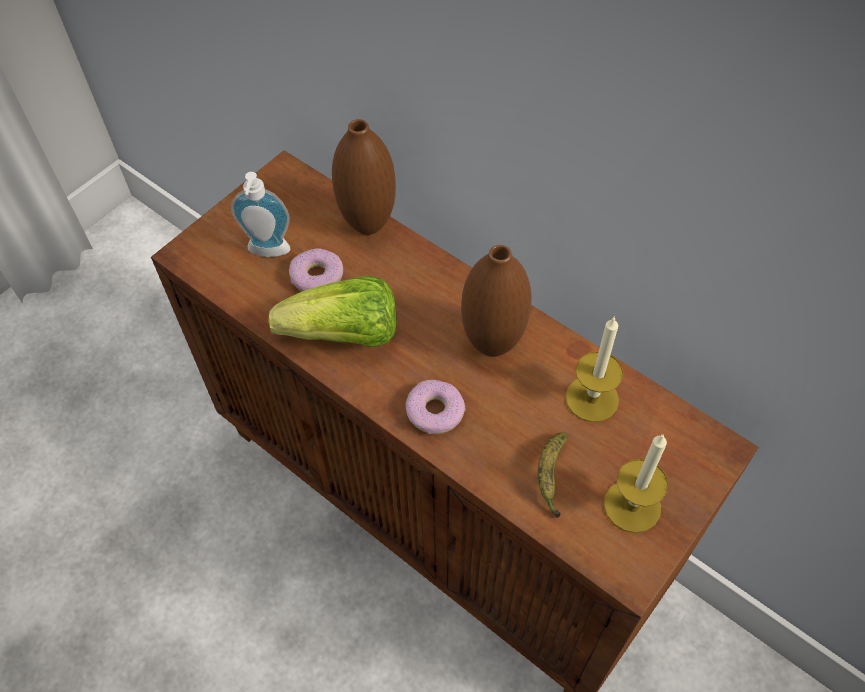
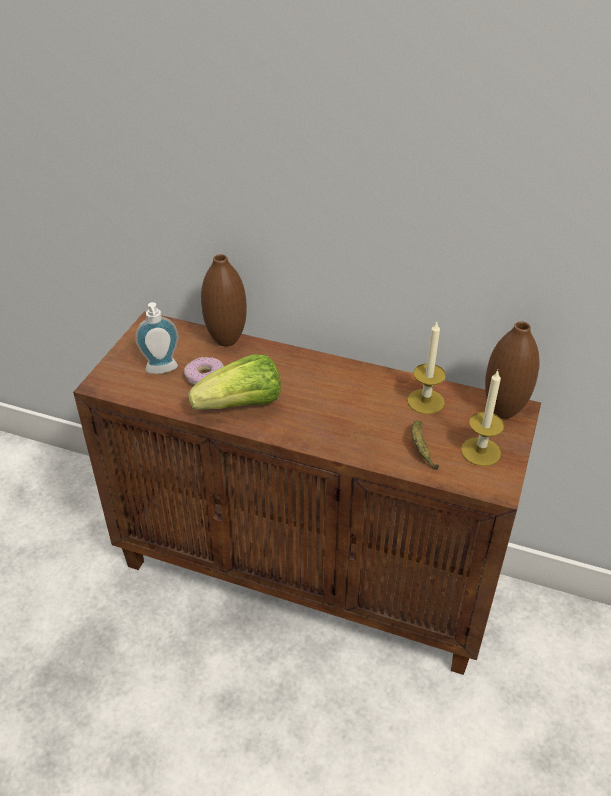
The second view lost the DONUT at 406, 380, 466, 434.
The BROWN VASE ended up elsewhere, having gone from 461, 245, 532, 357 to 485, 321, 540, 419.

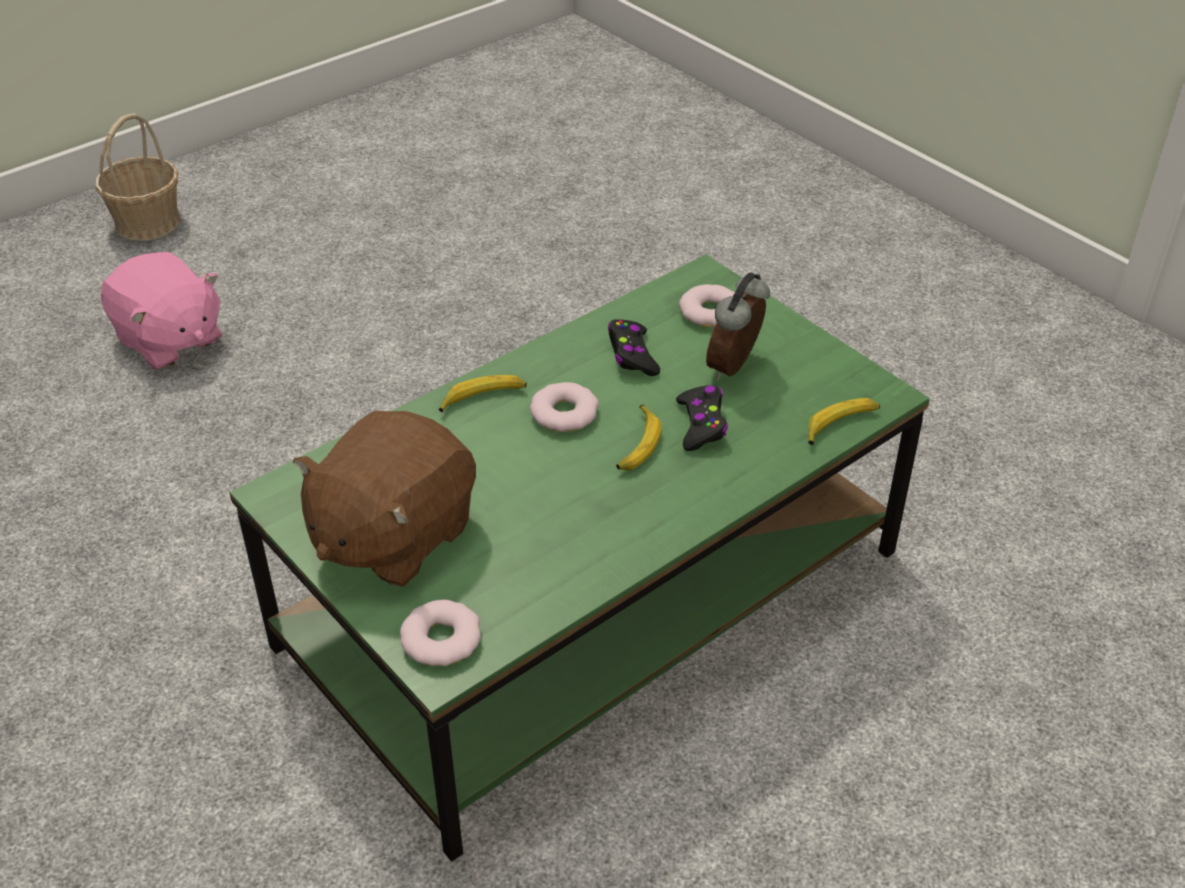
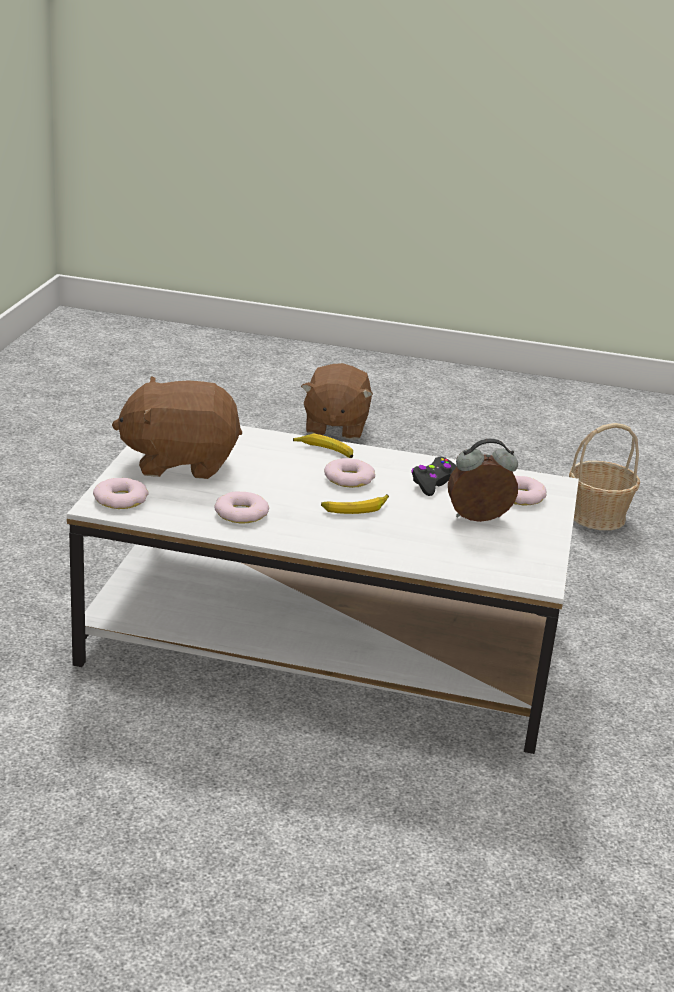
The BASKET ended up elsewhere, having gone from 95, 113, 180, 241 to 569, 423, 640, 530.
What was the PINK PLUSH TOY at 101, 252, 222, 370 turned into the BROWN PLUSH TOY at 301, 363, 373, 440.
What was the GREEN COFFEE TABLE at 230, 254, 930, 862 turned into the WHITE COFFEE TABLE at 67, 425, 579, 754.
The second view lost the BLACK GAME CONTROLLER at 676, 385, 728, 451.
The second view lost the BANANA at 808, 398, 880, 445.
The second view gained the DONUT at 214, 491, 269, 523.

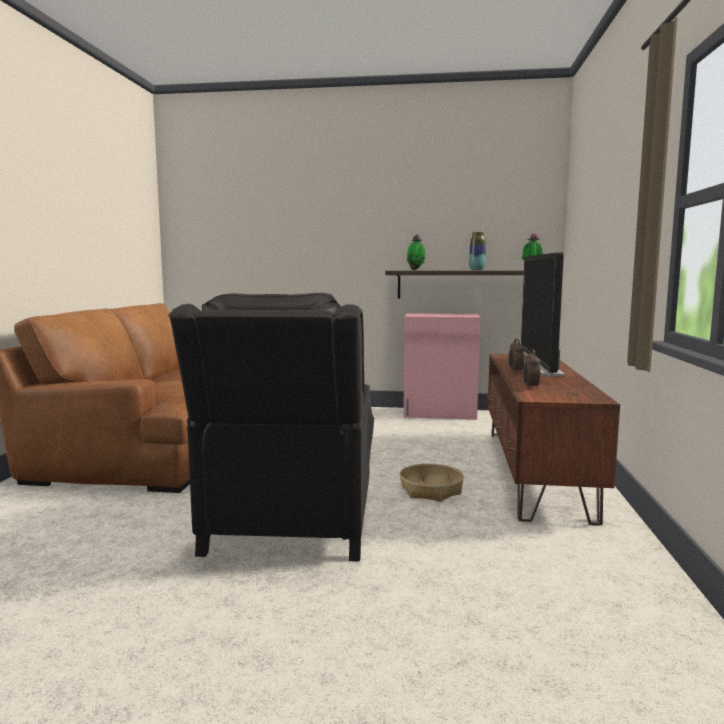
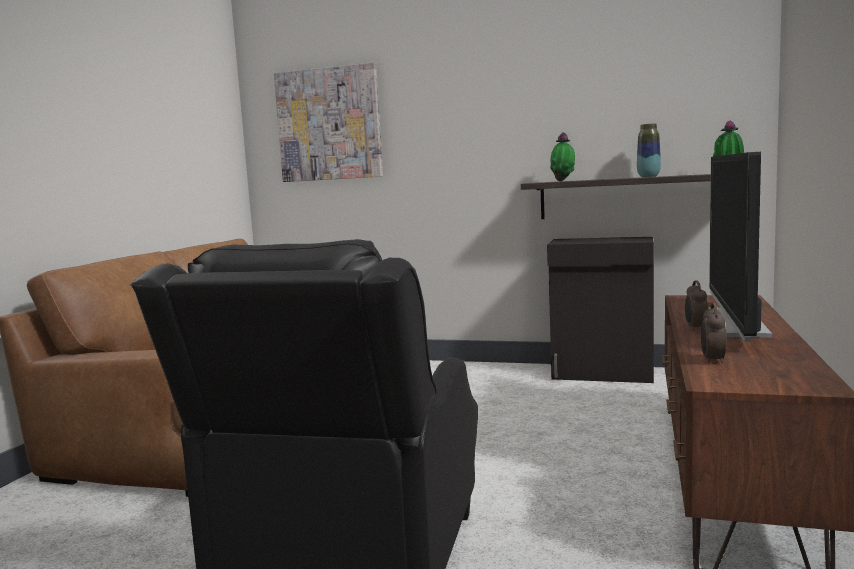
The second view lost the BASKET at 400, 464, 464, 502.
What was the PINK CABINET at 404, 313, 481, 420 turned into the BLACK CABINET at 547, 237, 654, 383.
The second view gained the PICTURE at 274, 62, 383, 182.

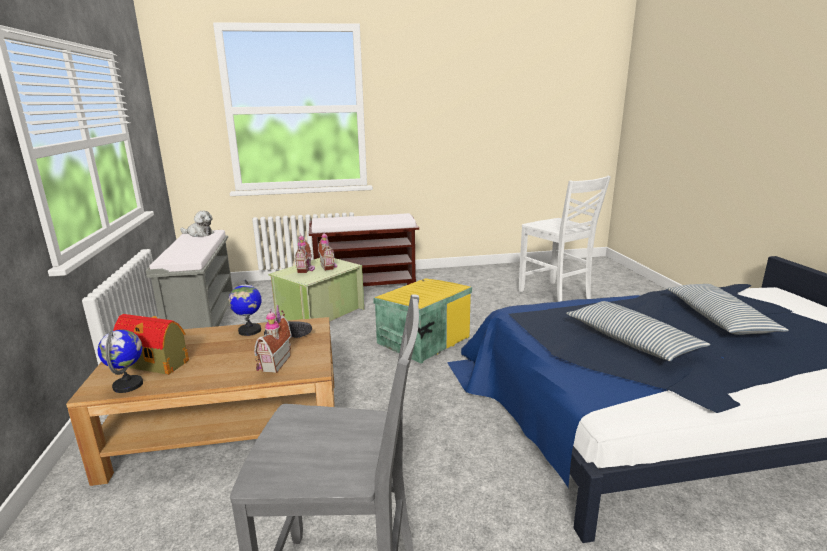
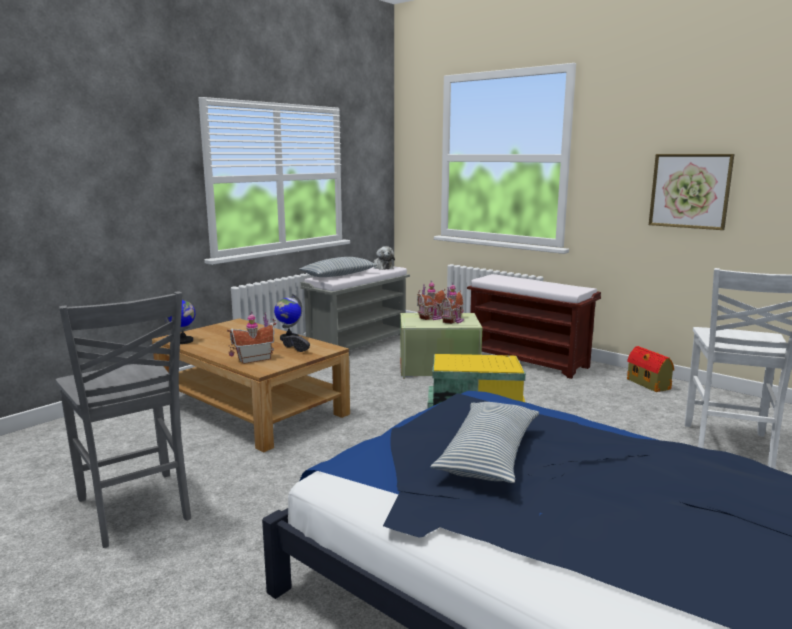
The TOY HOUSE ended up elsewhere, having gone from 113, 314, 189, 375 to 627, 346, 674, 392.
The PILLOW ended up elsewhere, having gone from 667, 284, 789, 335 to 299, 257, 377, 277.
The second view gained the PICTURE at 649, 154, 734, 230.

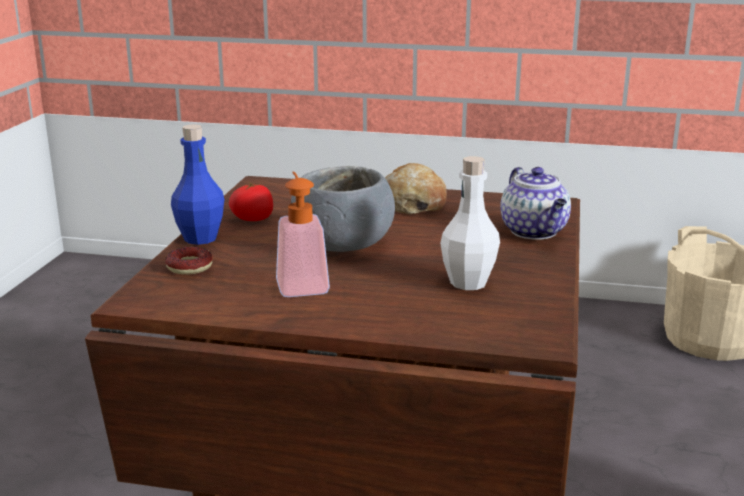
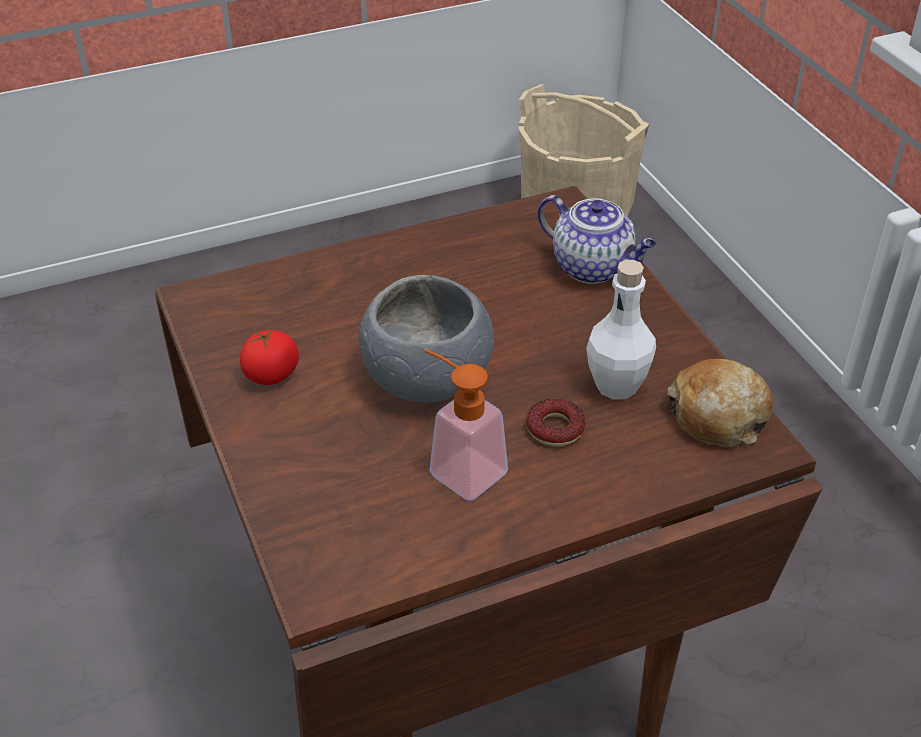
The DONUT ended up elsewhere, having gone from 165, 247, 213, 275 to 526, 399, 586, 446.
The second view lost the BLUE BOTTLE at 171, 124, 225, 245.
The BREAD ended up elsewhere, having gone from 385, 163, 447, 215 to 667, 359, 773, 447.

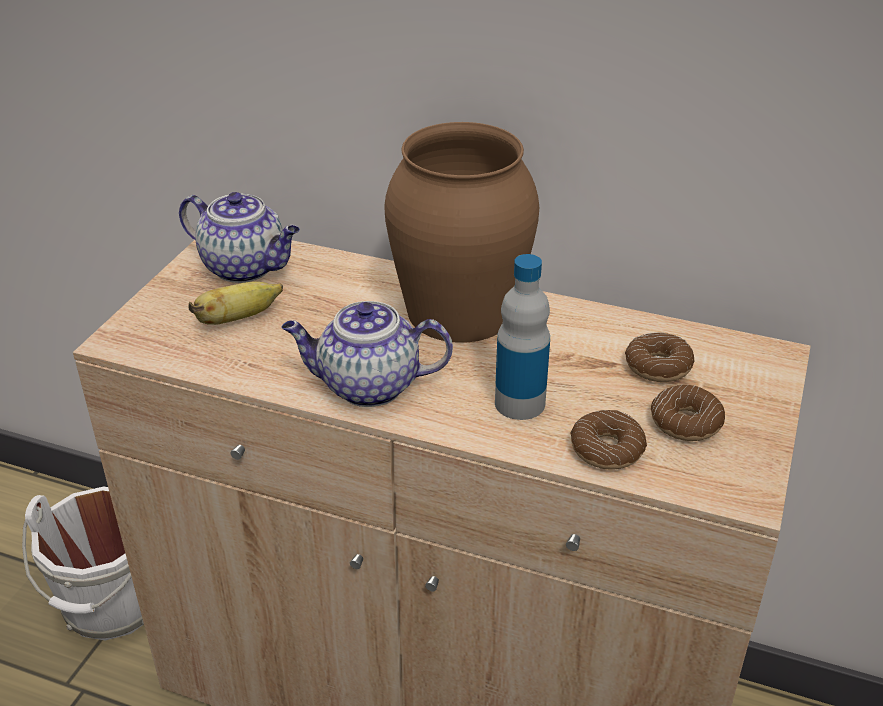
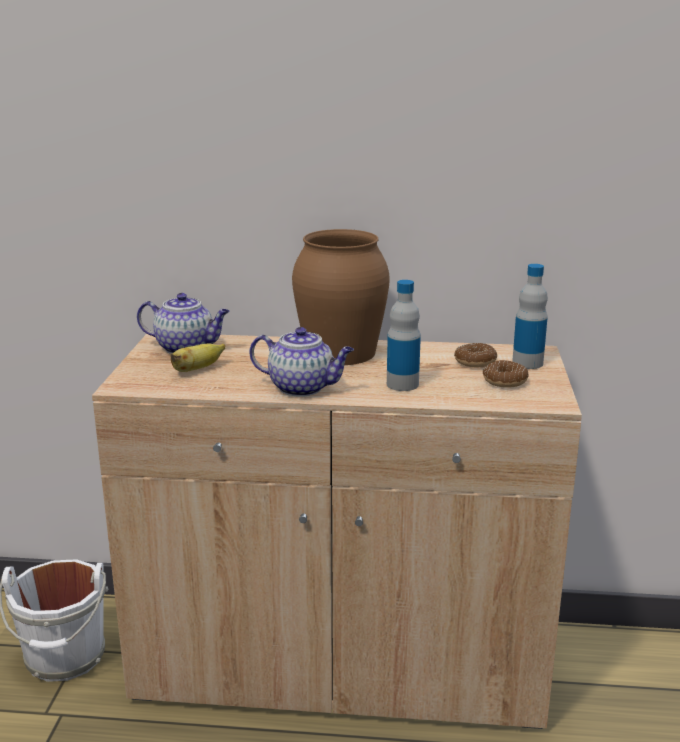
The TEAPOT at 282, 301, 453, 407 ended up facing another way, 150 degrees counterclockwise from before.
The second view lost the DONUT at 571, 410, 647, 469.
The second view gained the BOTTLE at 512, 264, 548, 369.

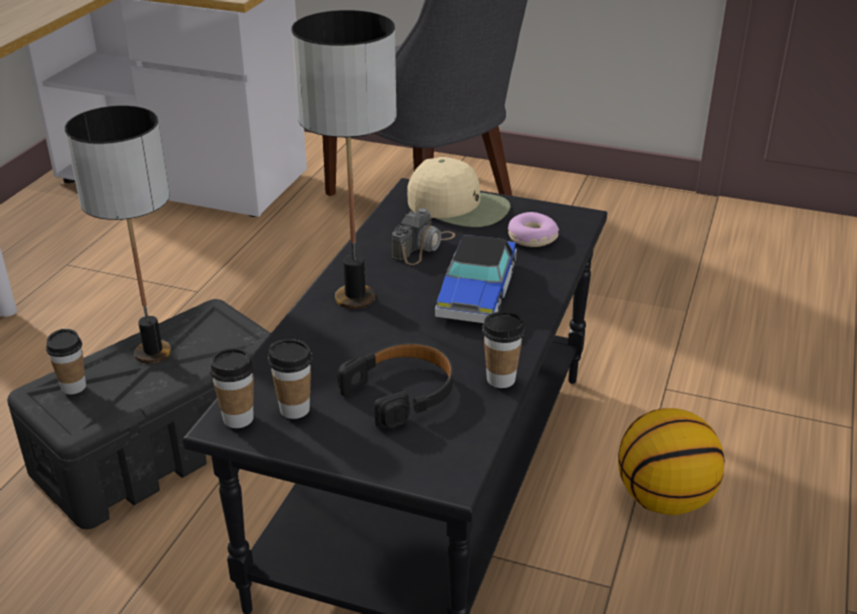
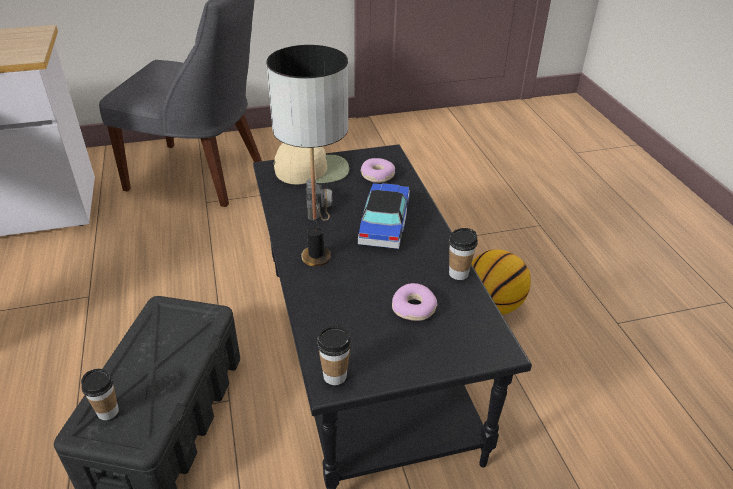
The second view lost the TABLE LAMP at 65, 105, 171, 363.
The second view lost the CUP at 268, 339, 312, 419.
Where the BLACK HEADPHONES stood at 337, 343, 453, 428, the DONUT came to stand at 392, 283, 437, 321.
The TOY CAR at 435, 235, 517, 323 ended up facing another way, 150 degrees counterclockwise from before.

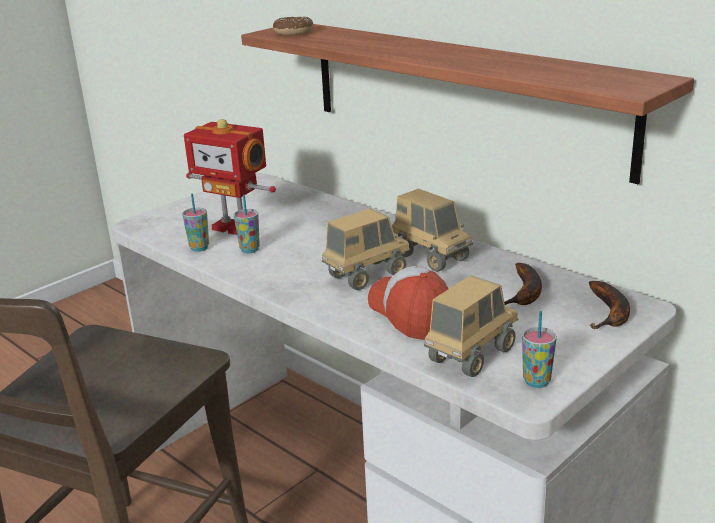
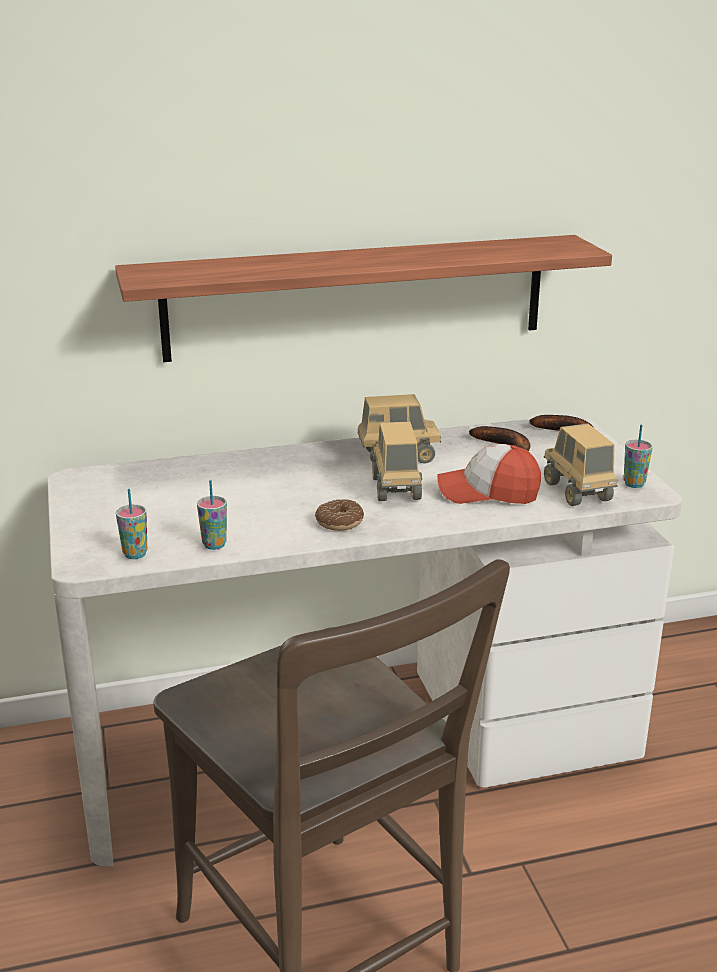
The second view lost the TOY ROBOT at 184, 119, 276, 235.
The CUP ended up elsewhere, having gone from 234, 195, 260, 253 to 116, 489, 147, 559.
The DONUT ended up elsewhere, having gone from 273, 16, 313, 36 to 315, 499, 364, 531.

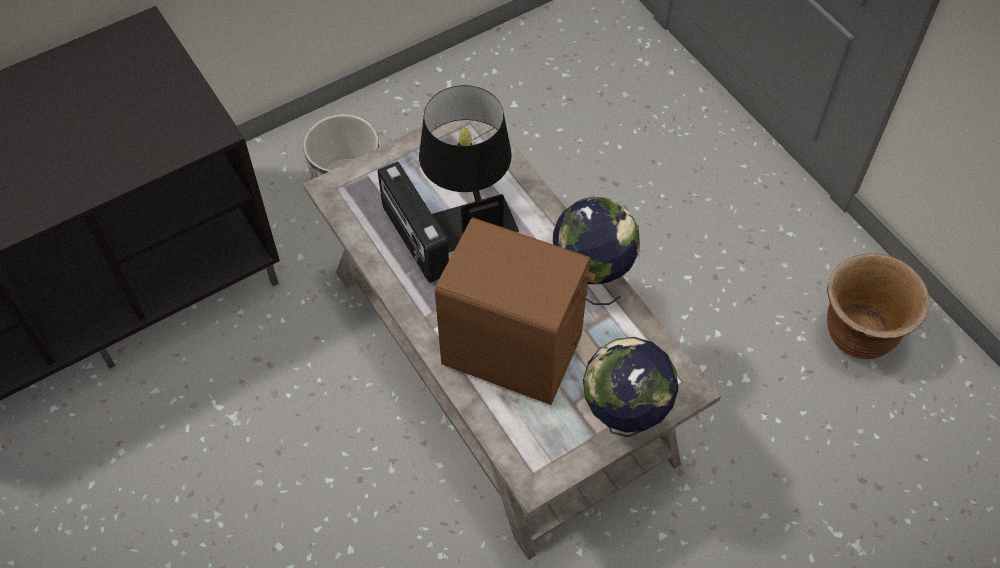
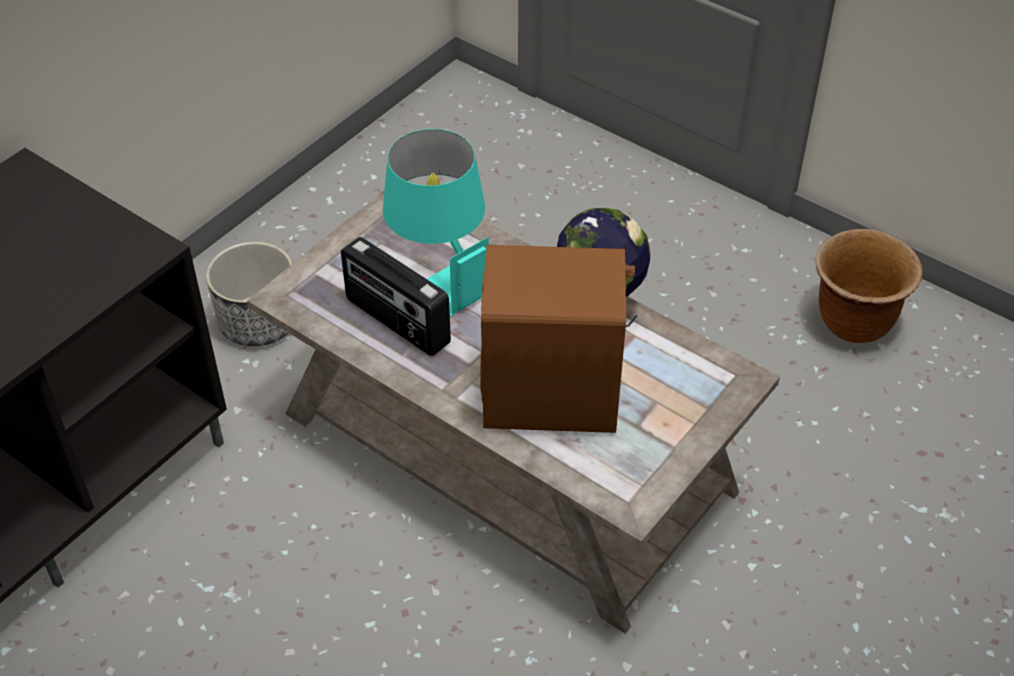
What was the BLACK TABLE LAMP at 419, 85, 519, 253 turned into the TURQUOISE TABLE LAMP at 383, 129, 489, 316.
The second view lost the GLOBE at 583, 337, 678, 437.

